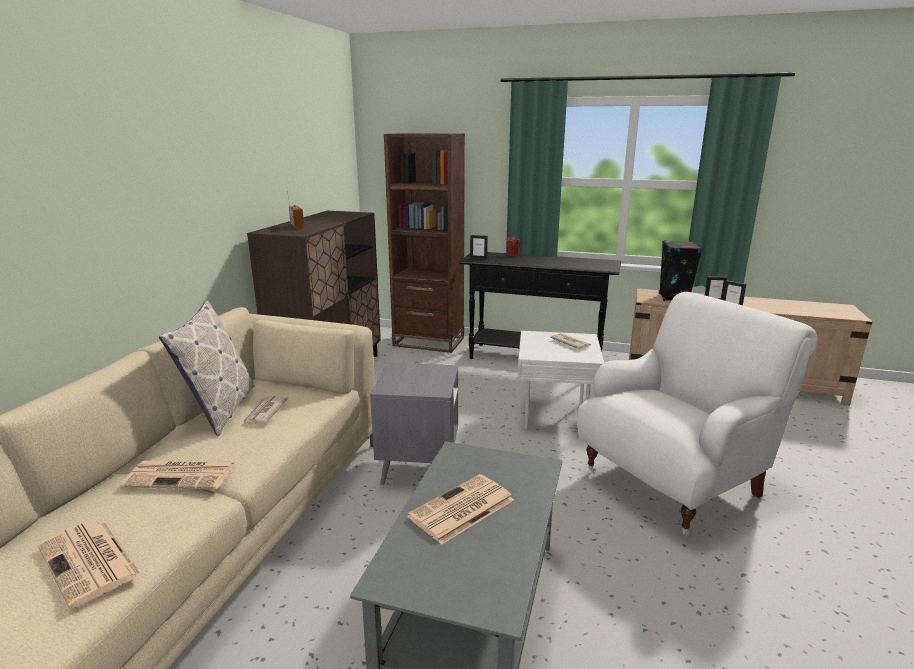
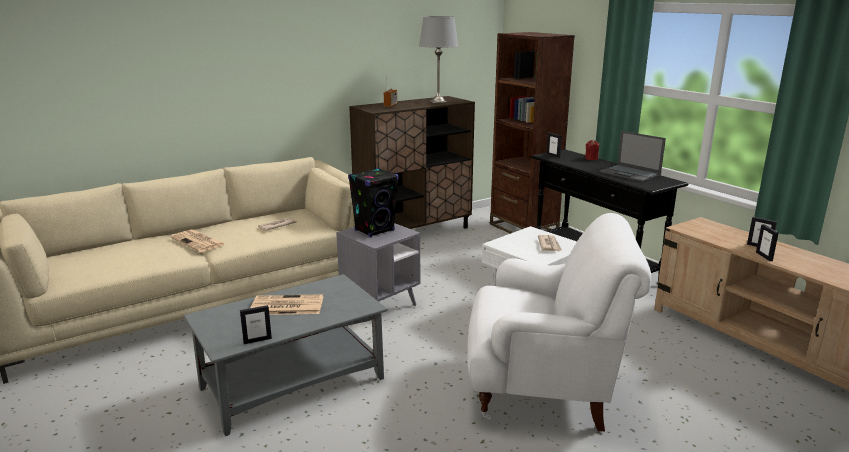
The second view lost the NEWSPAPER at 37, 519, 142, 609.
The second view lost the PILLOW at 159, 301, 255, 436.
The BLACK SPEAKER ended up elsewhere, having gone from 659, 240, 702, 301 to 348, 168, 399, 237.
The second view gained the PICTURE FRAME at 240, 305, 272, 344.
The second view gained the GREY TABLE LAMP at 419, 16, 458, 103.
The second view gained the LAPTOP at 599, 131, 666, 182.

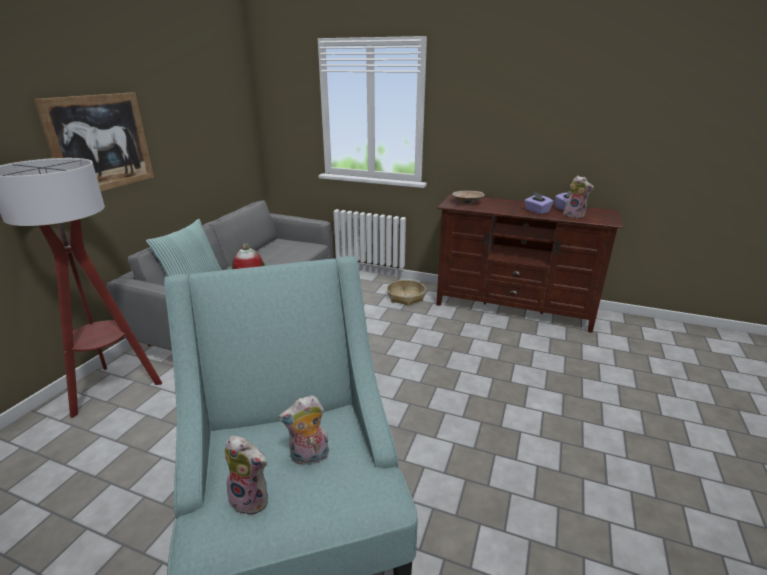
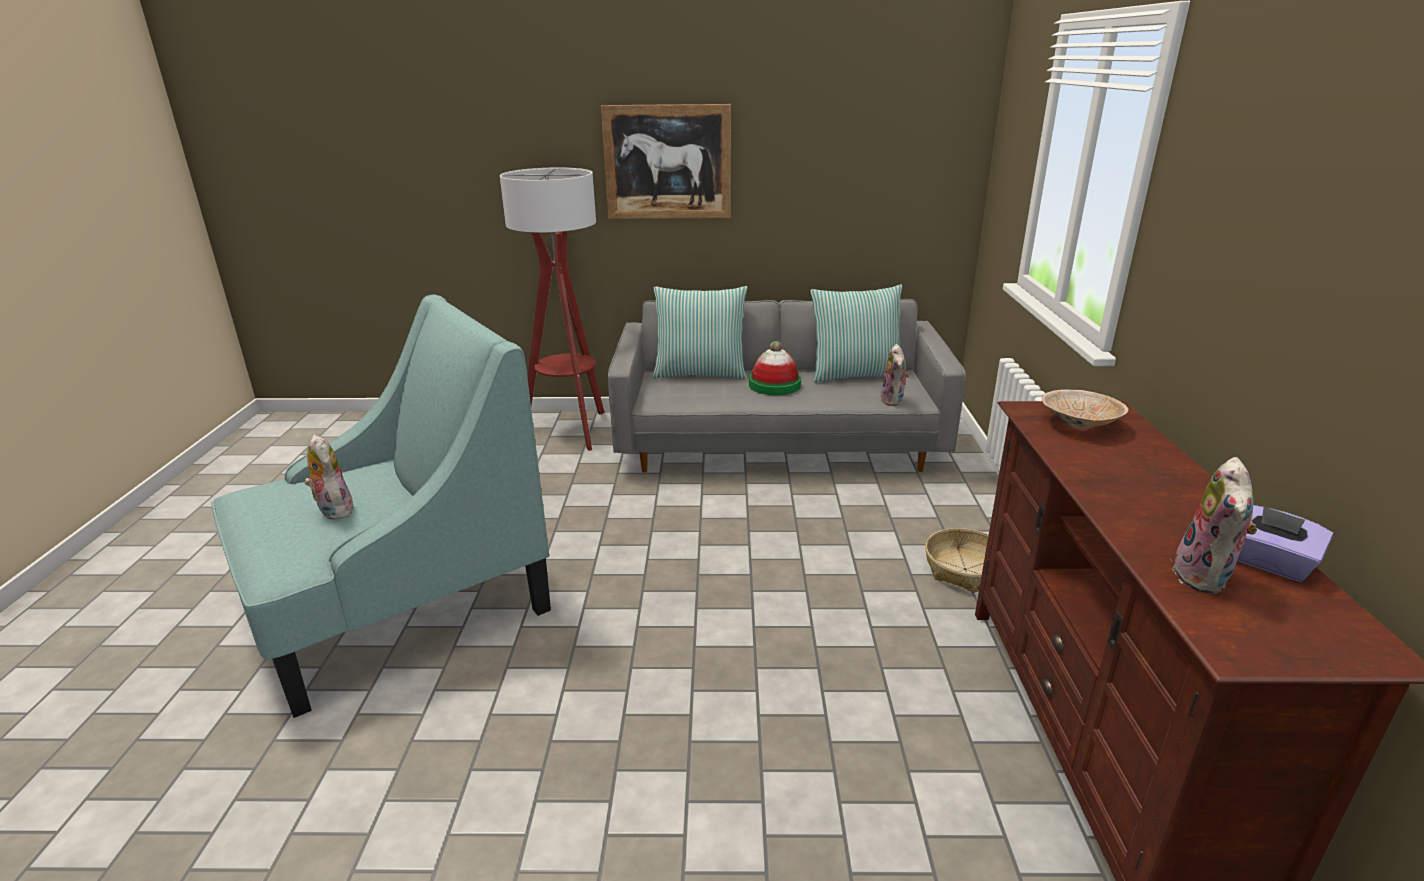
The PLUSH TOY ended up elsewhere, having gone from 225, 436, 268, 516 to 880, 344, 910, 406.
The second view lost the PURPLE TISSUE BOX at 524, 192, 553, 214.
The second view gained the PILLOW at 810, 284, 902, 383.

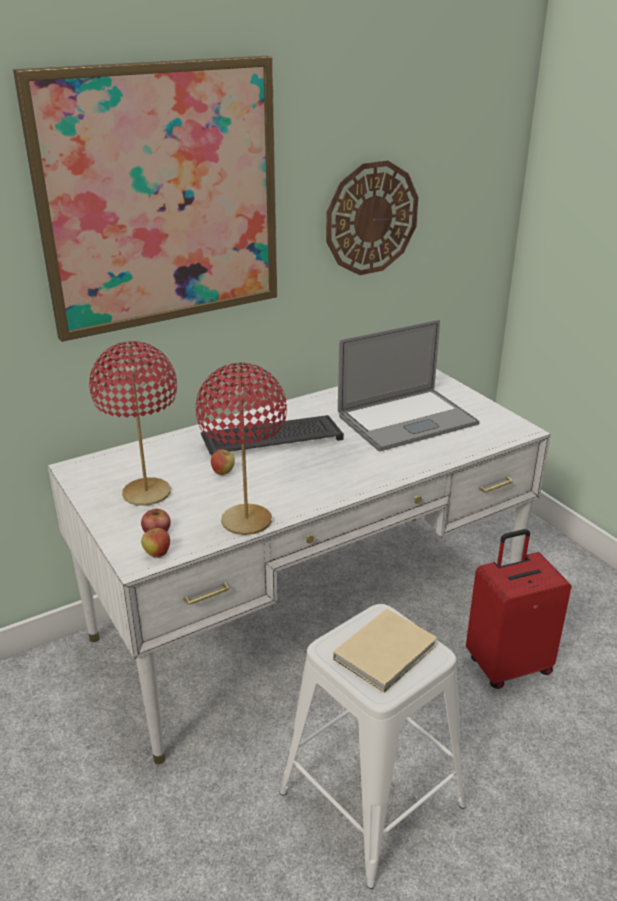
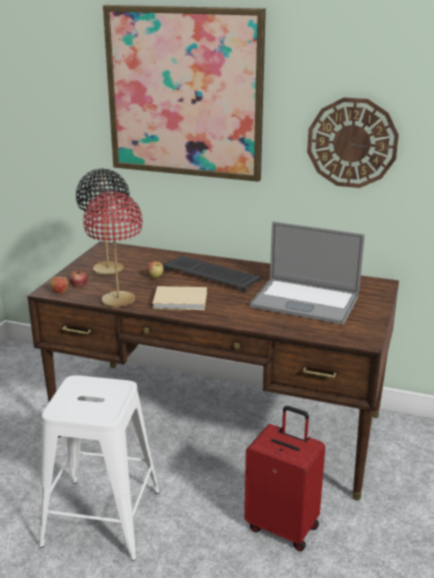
What was the WHITE DESK at 48, 369, 551, 764 turned into the BROWN DESK at 27, 241, 399, 500.
What was the RED TABLE LAMP at 89, 341, 177, 506 turned into the BLACK TABLE LAMP at 76, 169, 130, 275.
The BEIGE BOOK ended up elsewhere, having gone from 333, 608, 437, 693 to 152, 286, 207, 310.

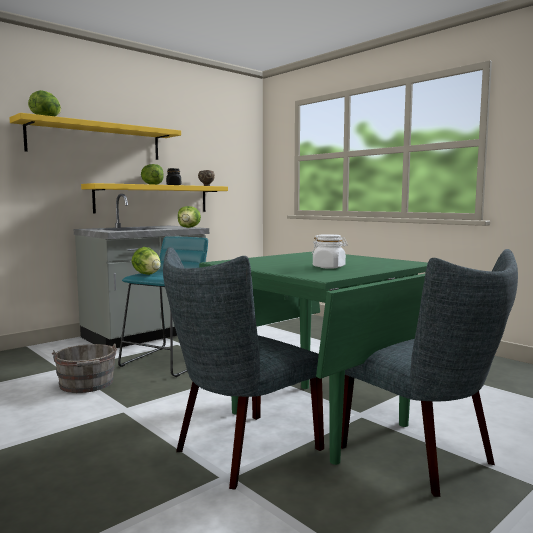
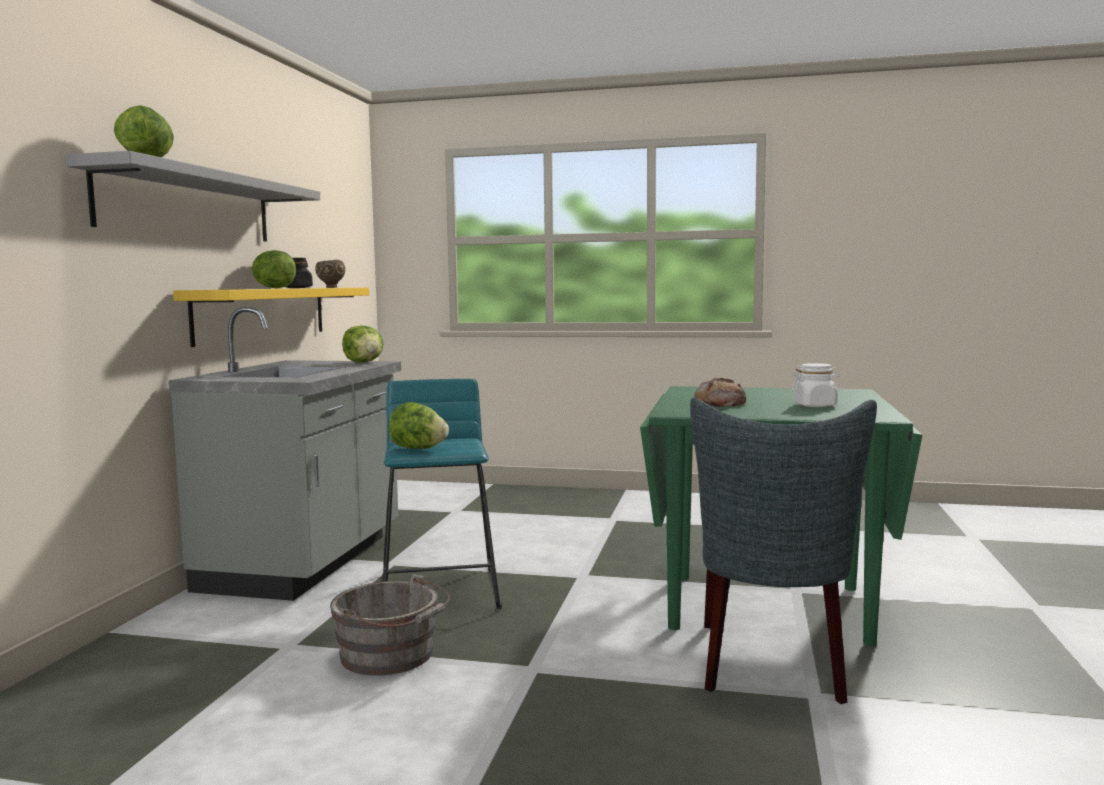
What was the YELLOW SHELF at 9, 113, 181, 160 turned into the GREY SHELF at 65, 151, 320, 241.
The second view lost the GREY CHAIR at 341, 249, 518, 497.
The second view gained the BREAD at 694, 378, 746, 406.

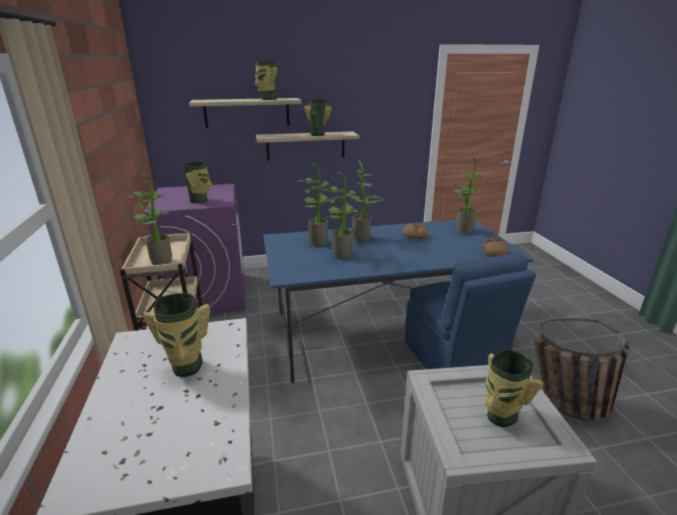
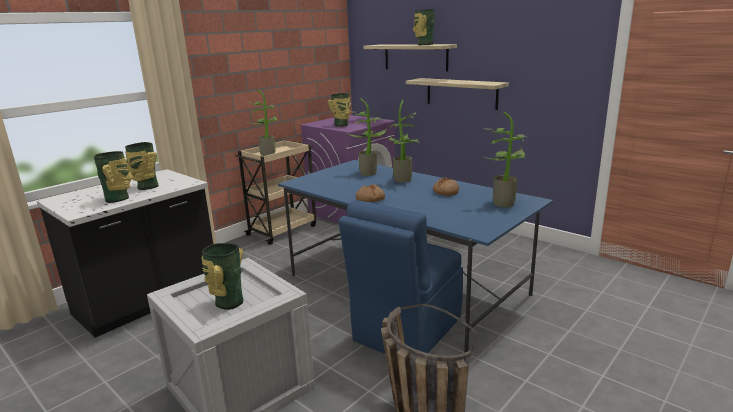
The VASE ended up elsewhere, having gone from 304, 99, 331, 136 to 94, 151, 134, 203.
The second view lost the POTTED PLANT at 321, 172, 358, 259.
The BREAD ended up elsewhere, having gone from 483, 238, 509, 257 to 356, 184, 385, 202.

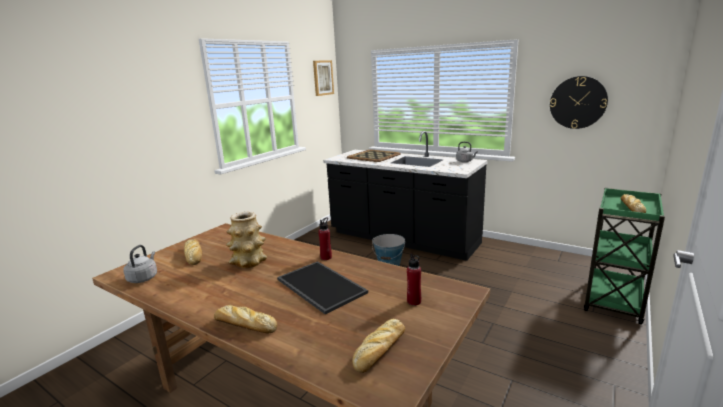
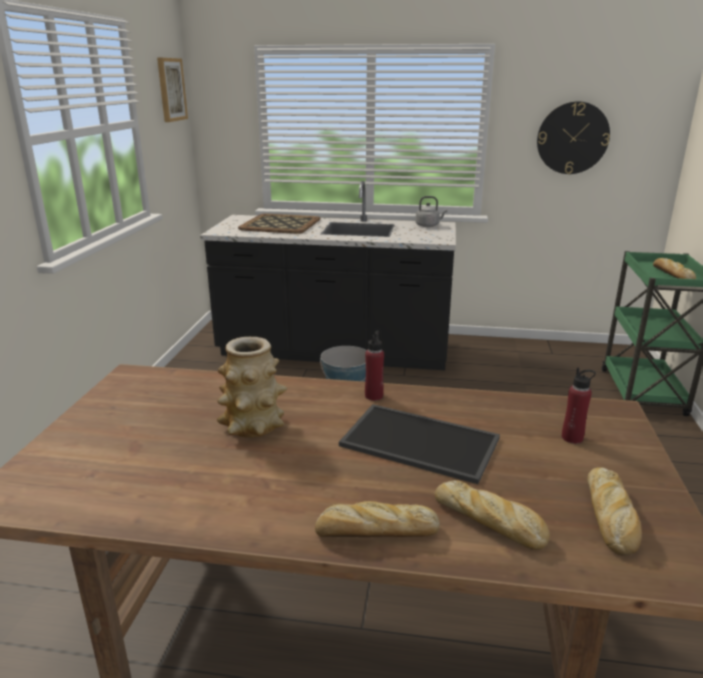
The second view lost the GREY KETTLE at 123, 245, 157, 283.
The BREAD ended up elsewhere, having gone from 184, 239, 202, 265 to 435, 480, 550, 550.

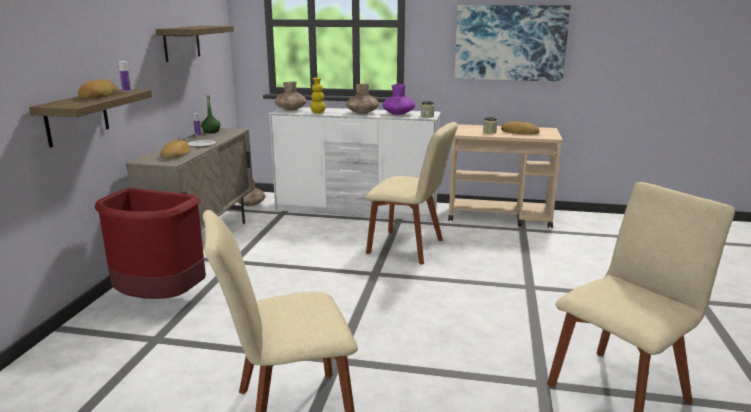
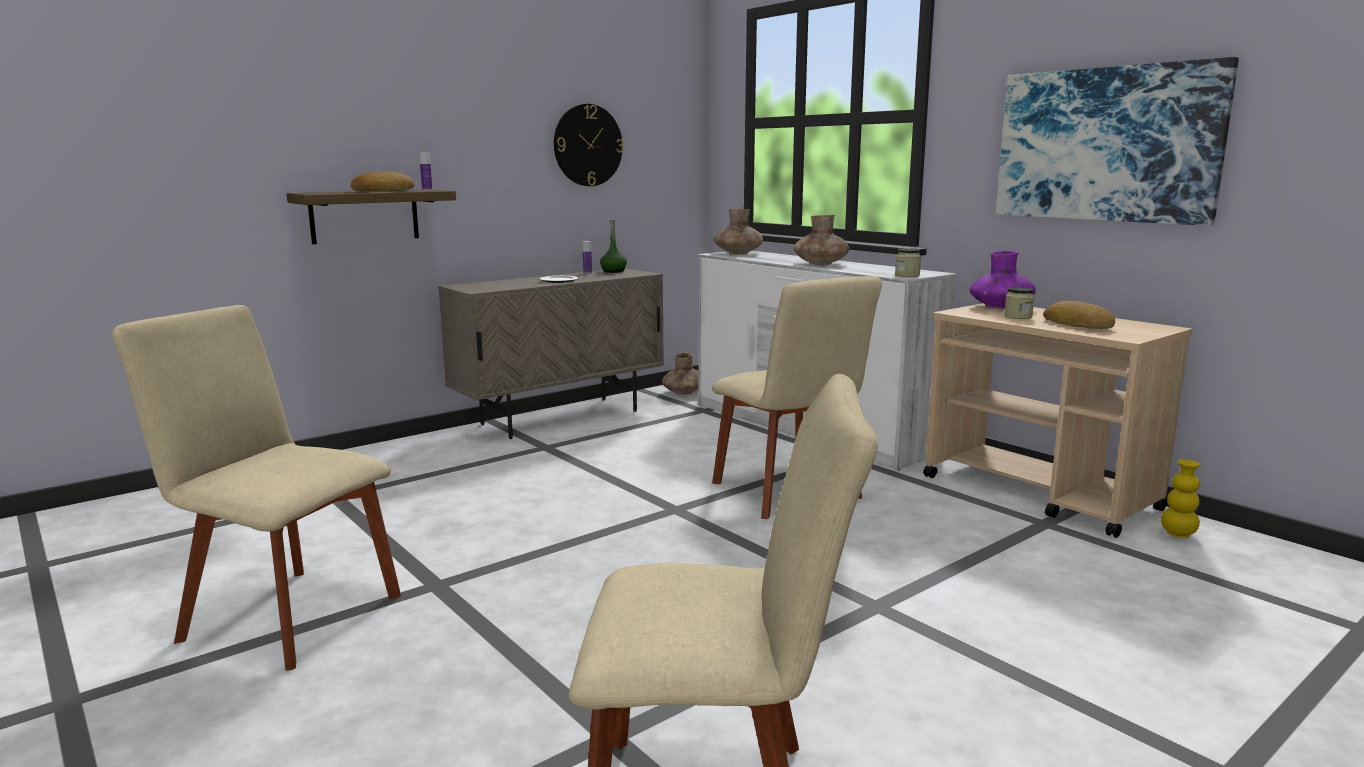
The second view lost the RED TRASH CAN at 94, 188, 206, 299.
Where the SHELF hung at 156, 26, 234, 62, the WALL CLOCK came to hang at 554, 104, 624, 186.
The second view lost the BREAD at 160, 140, 190, 158.
The YELLOW VASE ended up elsewhere, having gone from 310, 78, 326, 114 to 1161, 459, 1200, 538.
The PURPLE VASE ended up elsewhere, having gone from 382, 84, 415, 115 to 969, 251, 1036, 309.

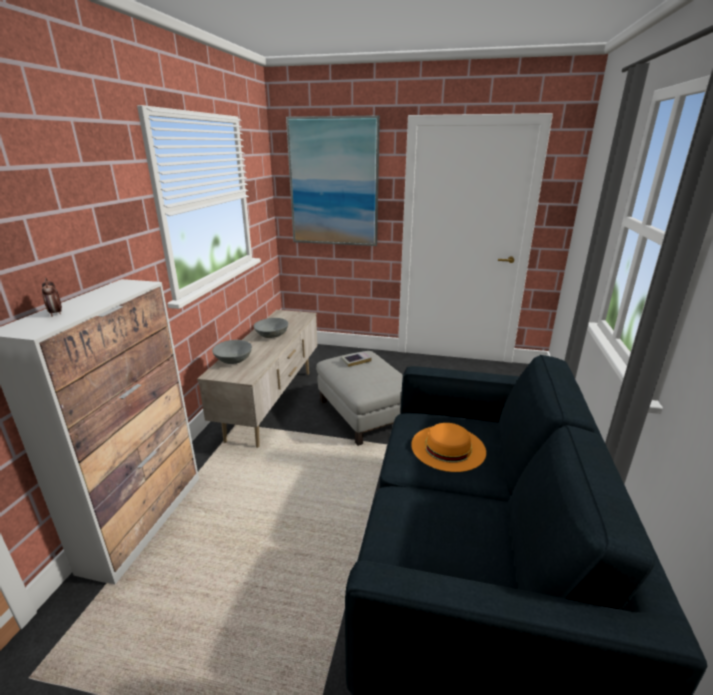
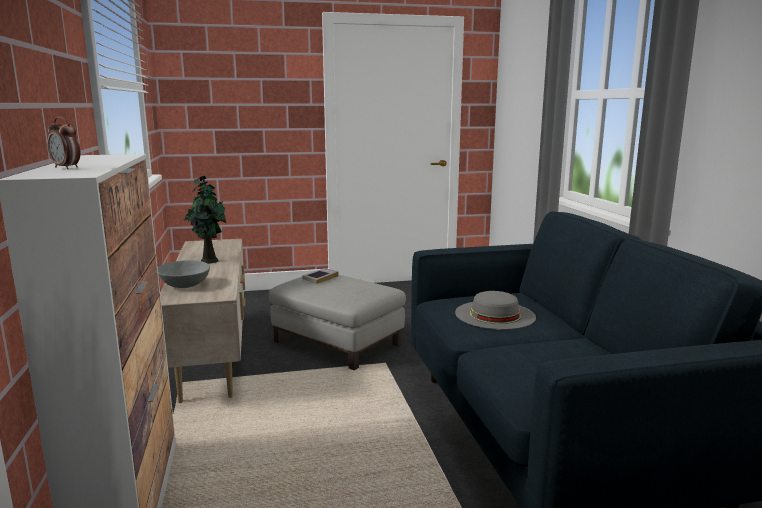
Where the GREY BOWL stood at 254, 318, 288, 338, the POTTED PLANT came to stand at 184, 176, 226, 264.
The second view lost the PICTURE at 286, 115, 380, 246.
What was the ORANGE HAT at 411, 423, 486, 472 turned into the GREY HAT at 455, 291, 536, 330.

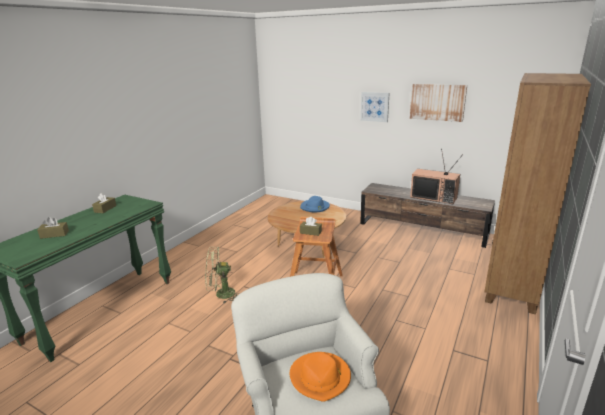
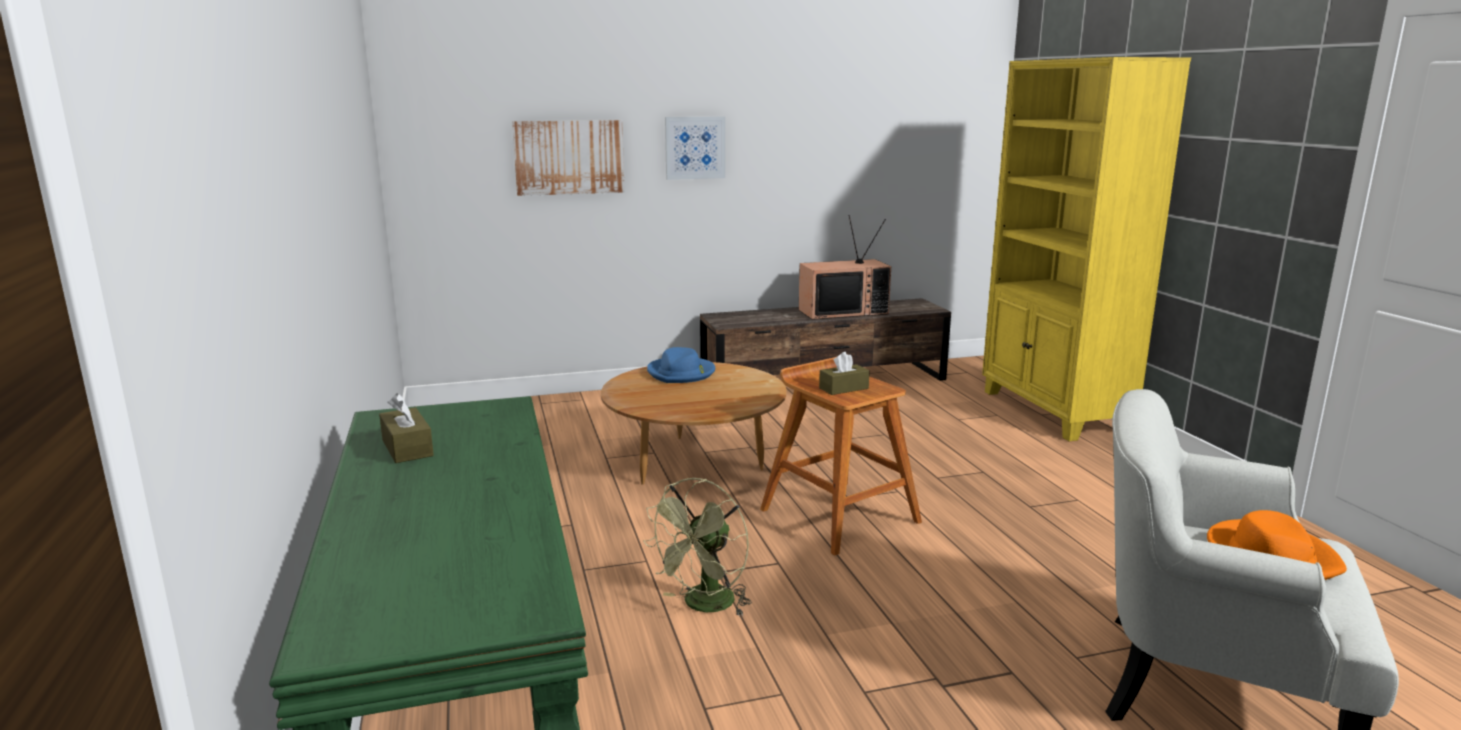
The second view lost the BROWN TISSUE BOX at 37, 217, 69, 239.
The PICTURE ended up elsewhere, having gone from 410, 84, 467, 122 to 512, 120, 625, 196.
What was the BROWN BOOKCASE at 484, 73, 591, 314 turned into the YELLOW BOOKCASE at 982, 57, 1191, 441.

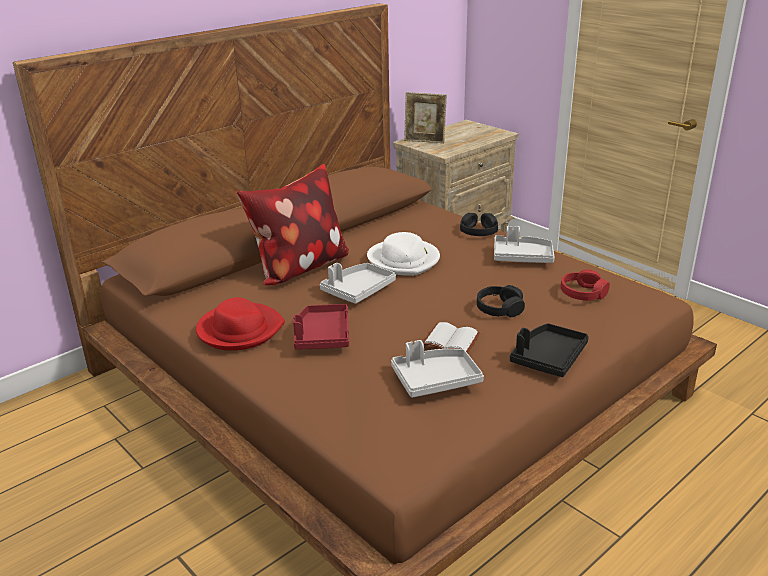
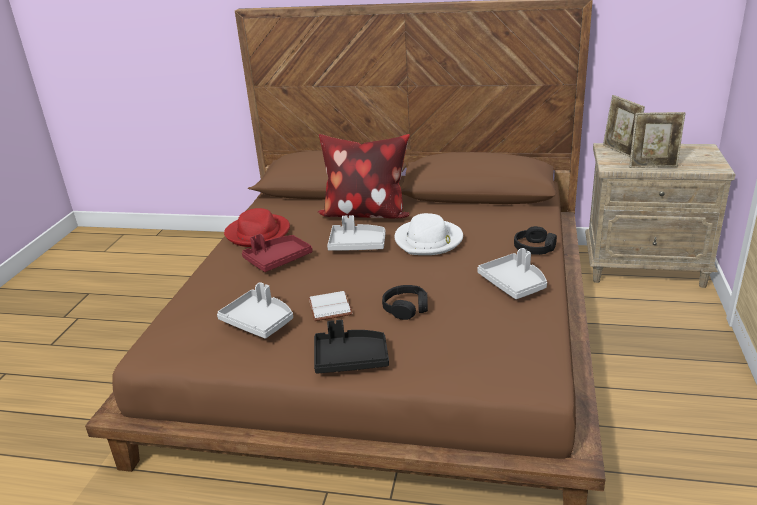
The second view lost the RED HEADPHONES at 561, 269, 610, 301.
The second view gained the PICTURE FRAME at 629, 112, 686, 168.

